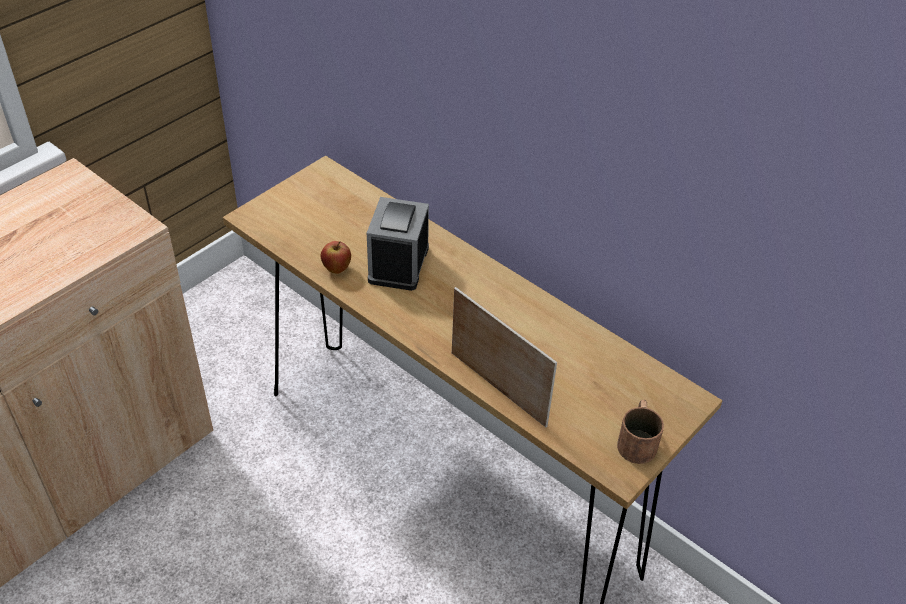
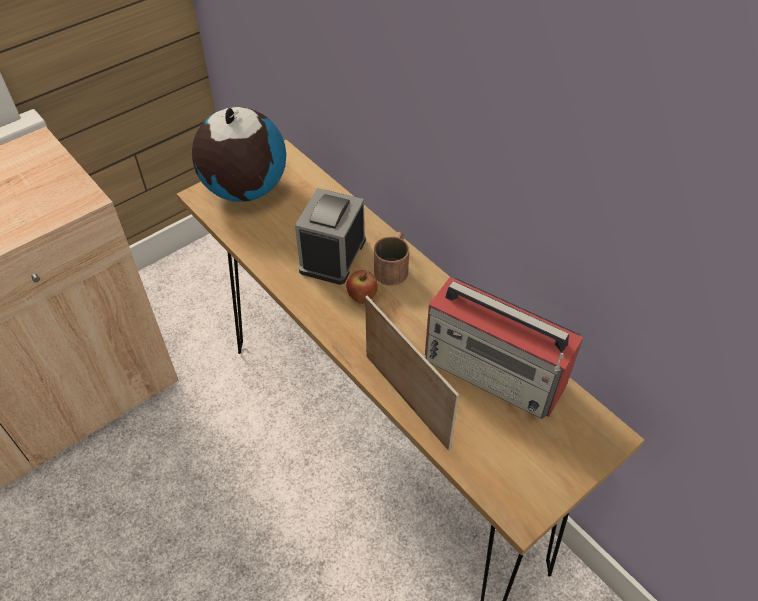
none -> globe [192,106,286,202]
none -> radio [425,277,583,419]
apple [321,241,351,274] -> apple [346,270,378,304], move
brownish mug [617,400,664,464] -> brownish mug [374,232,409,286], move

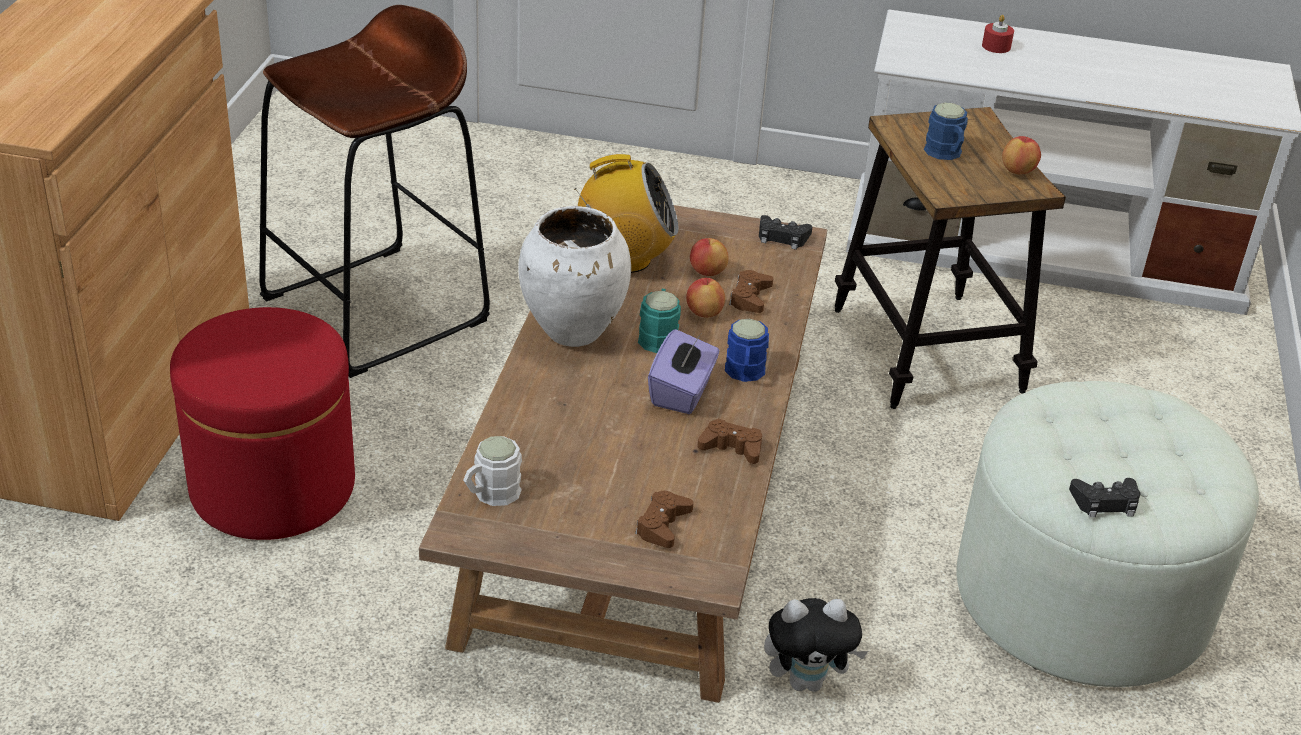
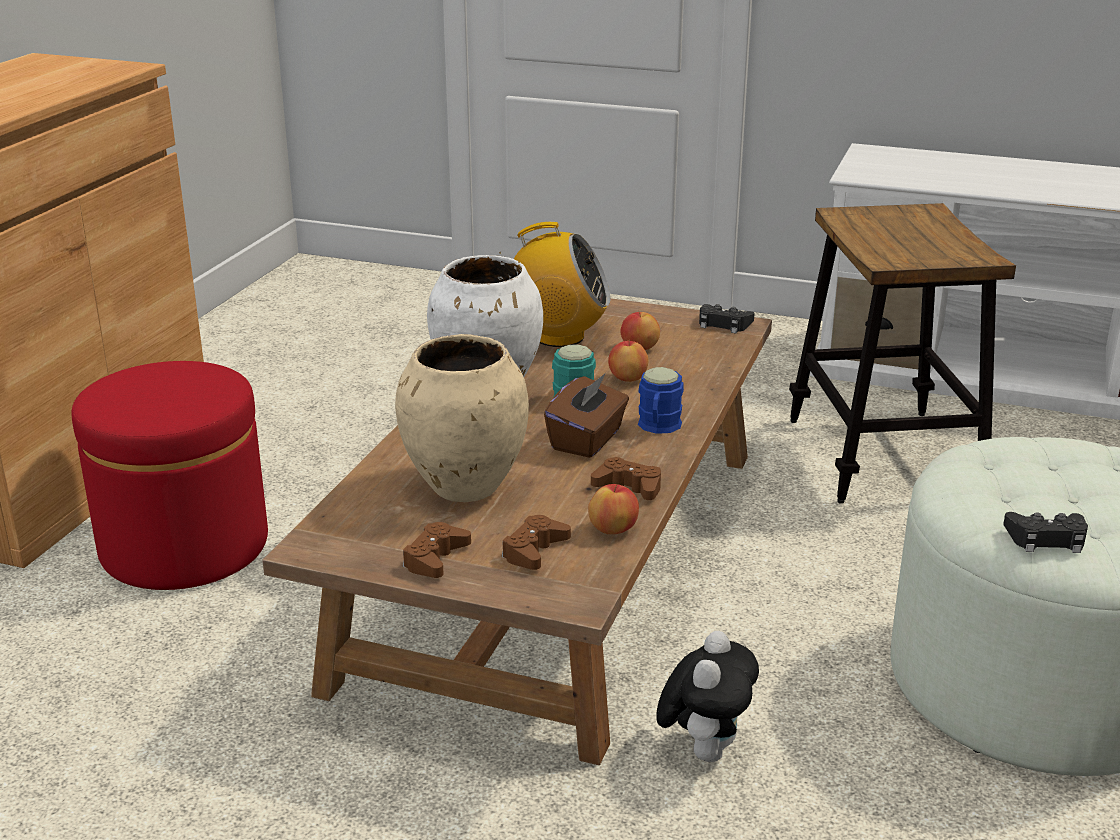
brownish sitting stool [259,5,490,378] -> none
white mug [463,436,522,506] -> none
blue-coloured mug [924,102,968,160] -> none
red-coloured wax light [982,15,1014,53] -> none
none -> sand-coloured flower vase [395,334,529,502]
brownish game controller [729,270,774,313] -> brownish game controller [403,522,471,578], move
apple [1002,136,1041,174] -> apple [588,484,639,534], move
purple-coloured tissue box [648,329,719,414] -> brownish tissue box [544,373,629,458]
soft toy [764,598,868,692] -> soft toy [656,631,759,762], 75 degrees counterclockwise

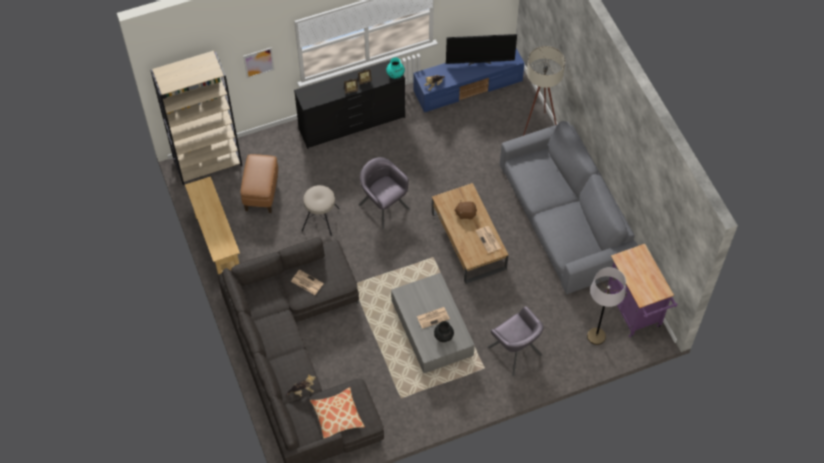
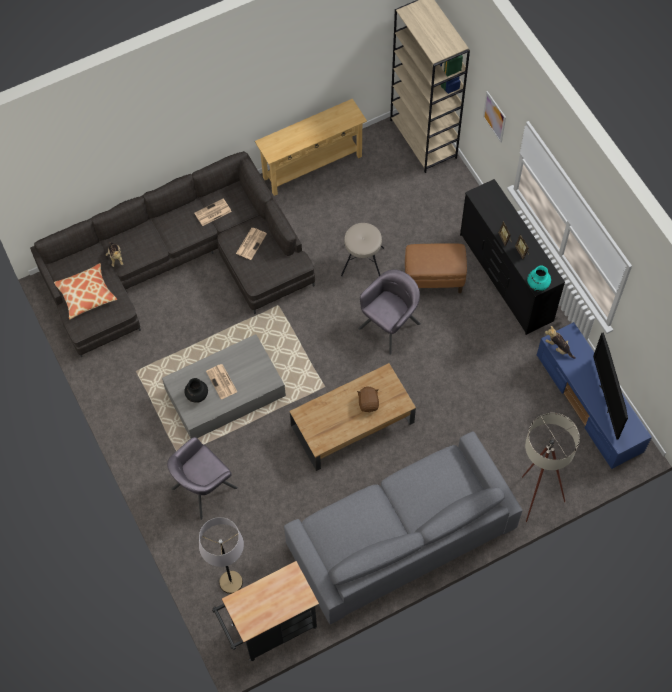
brownish ottoman [240,154,278,213] -> brownish ottoman [405,243,467,293], move
printed paper [476,226,501,253] -> printed paper [194,198,232,226], move
purple-coloured trolley [605,244,678,337] -> blackish trolley [212,561,319,661]

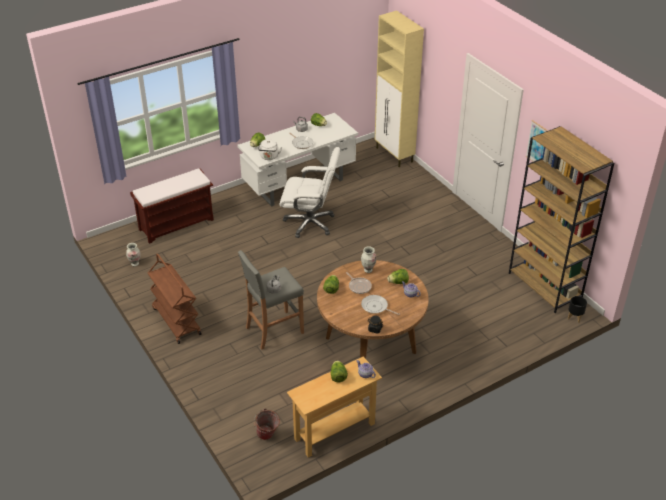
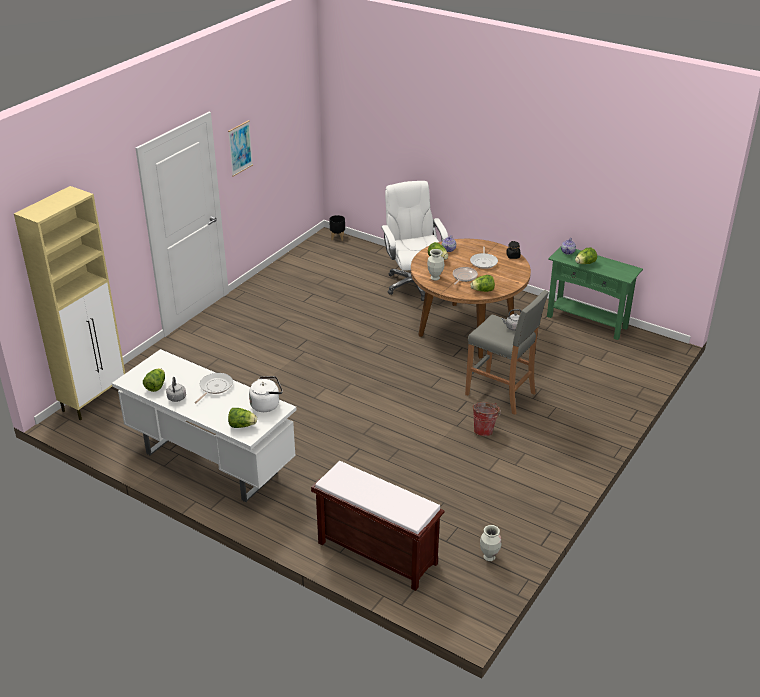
brownish trolley [148,254,201,344] -> none
brownish bookshelf [509,126,614,313] -> none
water bucket [254,409,280,440] -> water bucket [473,402,501,436], move
white desk chair [280,147,340,238] -> white desk chair [381,181,448,301], move
sand-coloured console table [287,356,382,458] -> green-coloured console table [547,246,643,340]

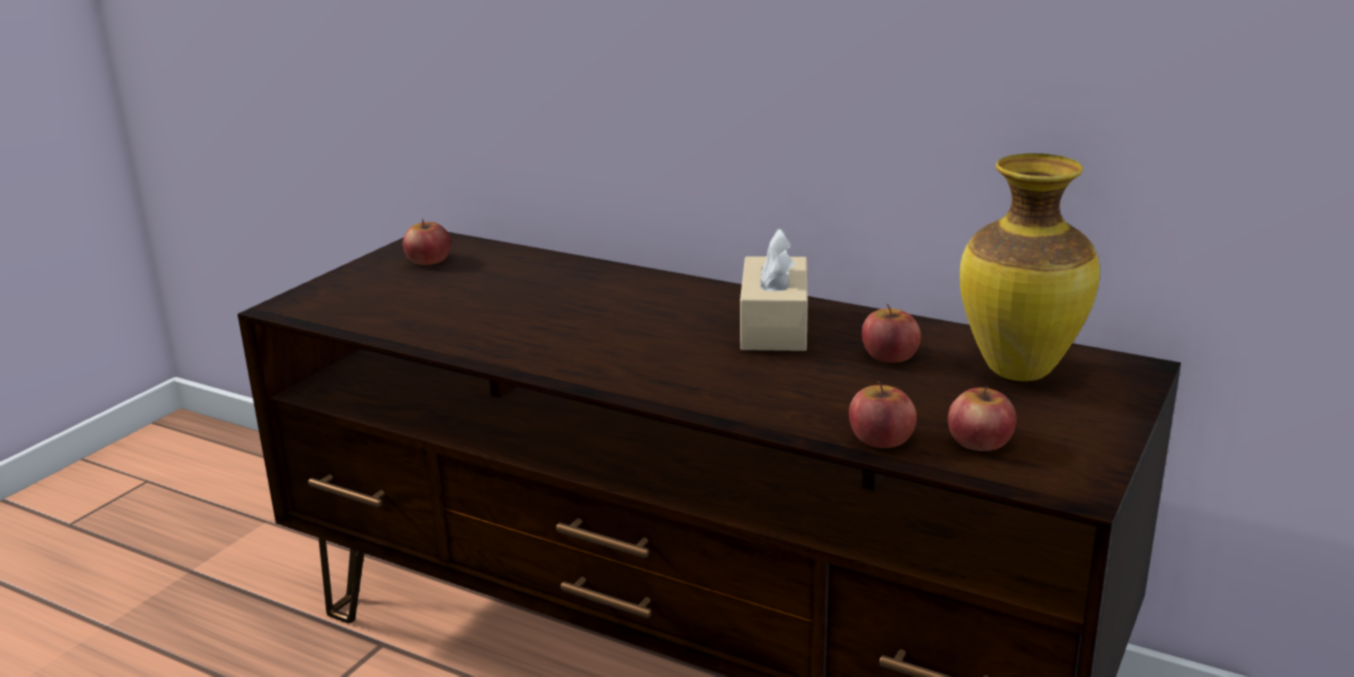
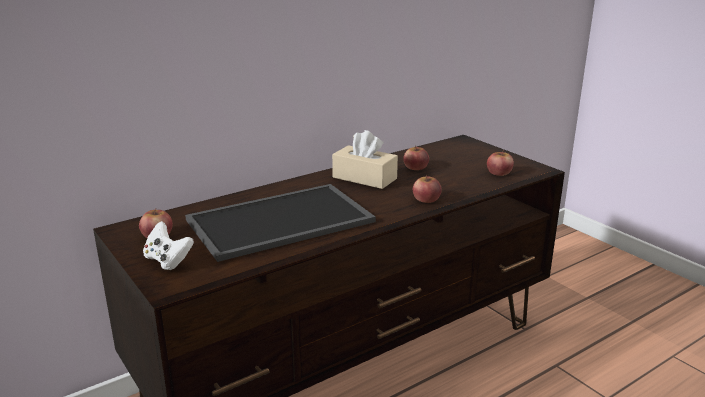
flower vase [960,153,1100,381] -> none
none -> white game controller [143,221,194,270]
none -> tray [185,184,376,262]
apple [849,381,917,448] -> apple [413,175,442,203], move

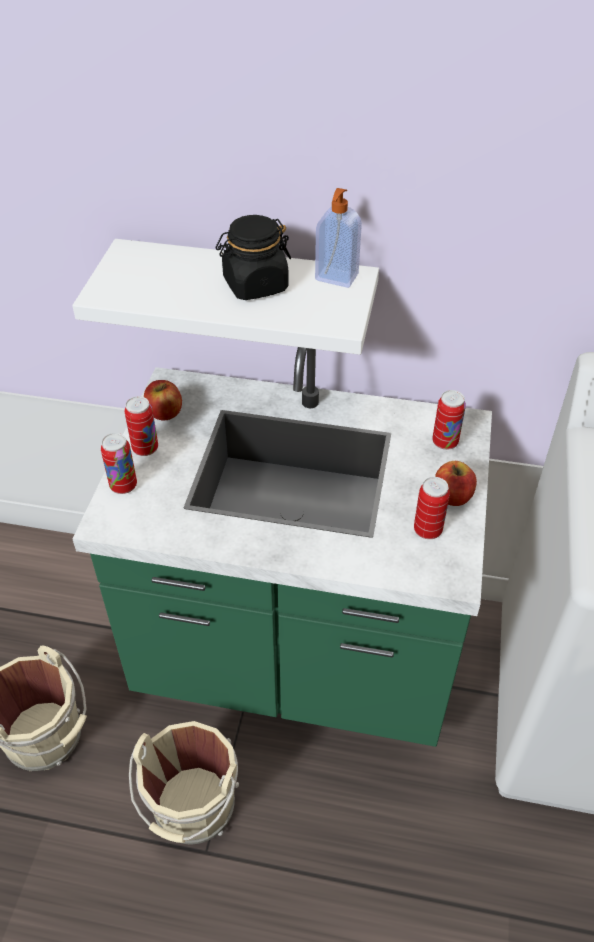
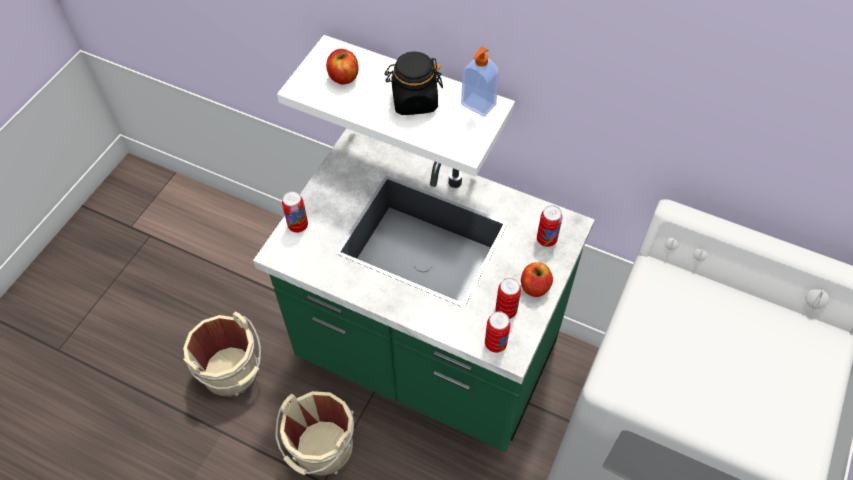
metal can [125,396,158,456] -> metal can [485,311,511,353], move
apple [144,380,182,421] -> apple [326,49,359,84], move

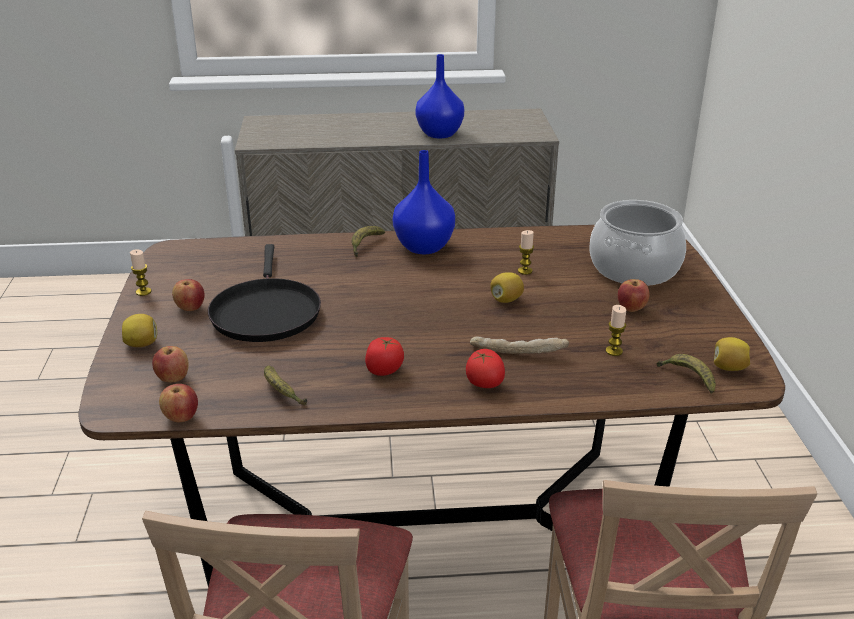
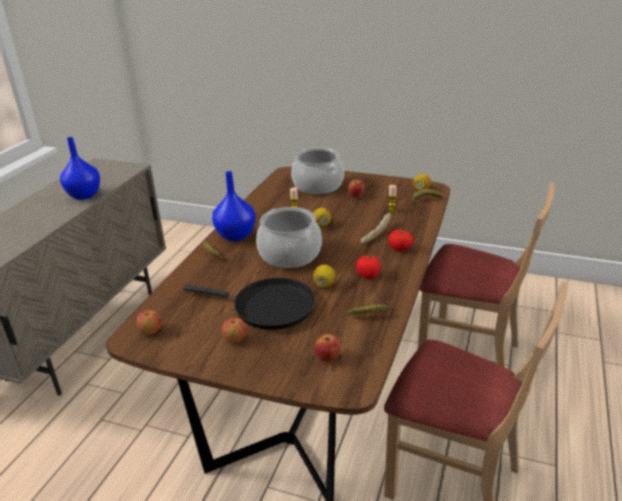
wax light [130,249,151,296] -> none
none -> cooking pot [256,207,322,268]
citrus fruit [122,314,157,347] -> citrus fruit [313,265,336,288], move
apple [159,384,198,422] -> apple [136,310,161,335], move

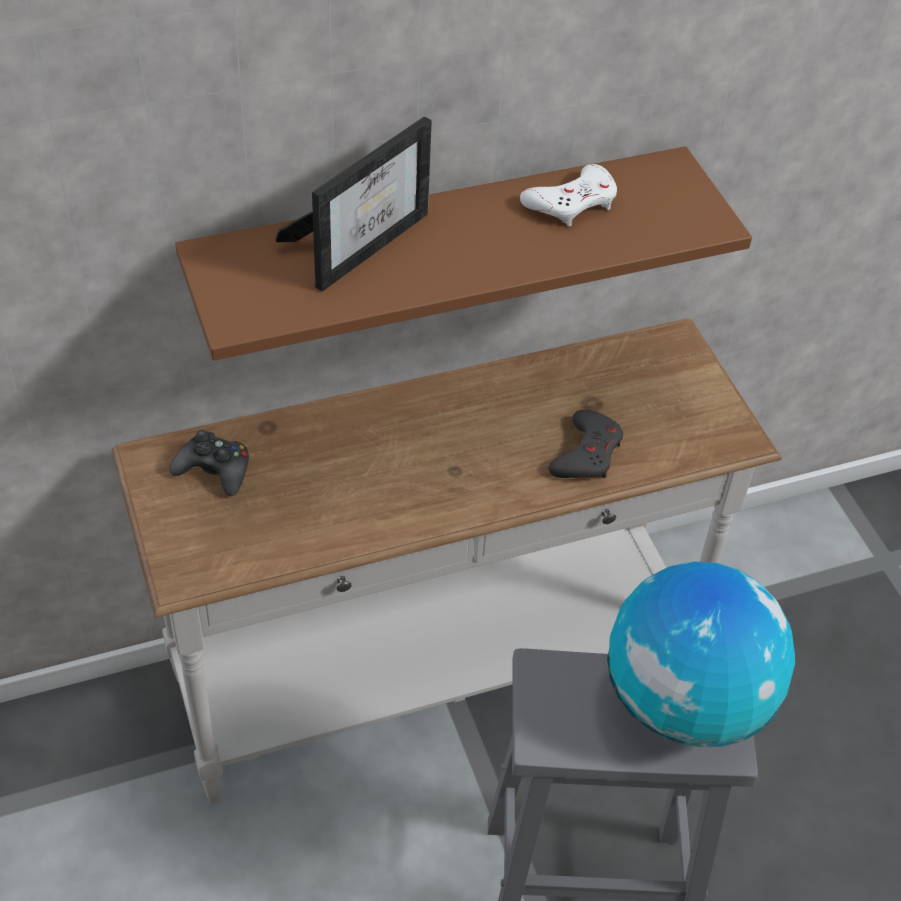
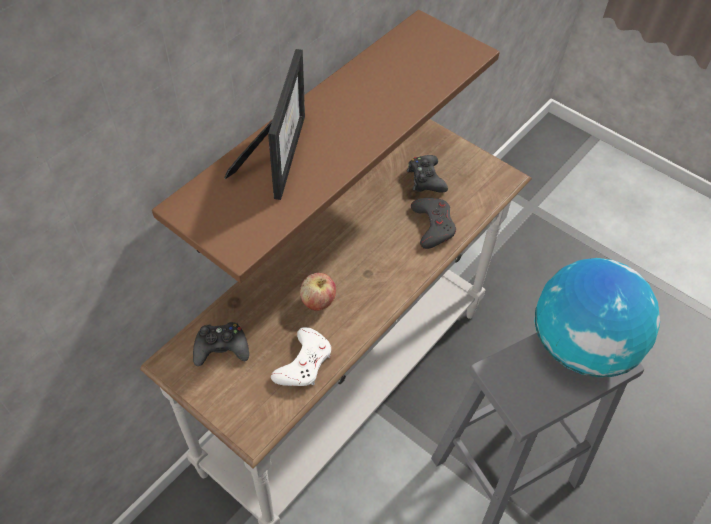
none -> apple [300,273,336,311]
none -> blackish game controller [407,155,448,192]
white game controller [520,164,617,226] -> white game controller [271,327,331,386], move

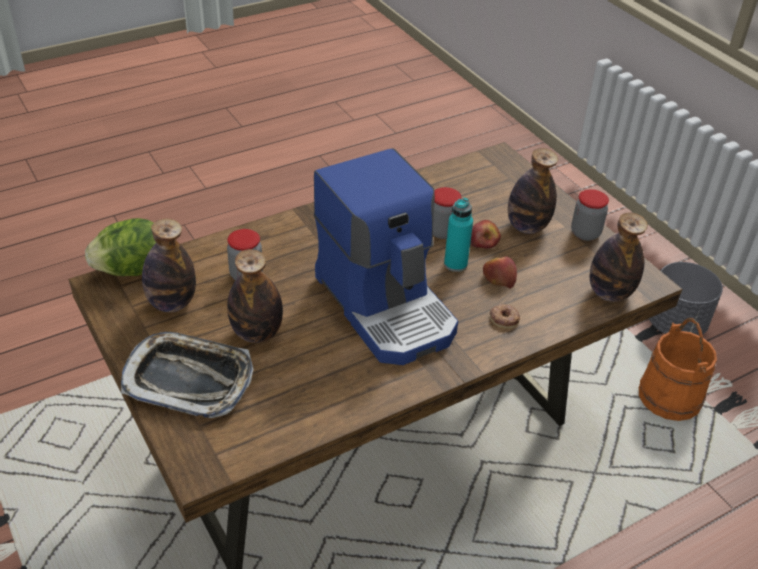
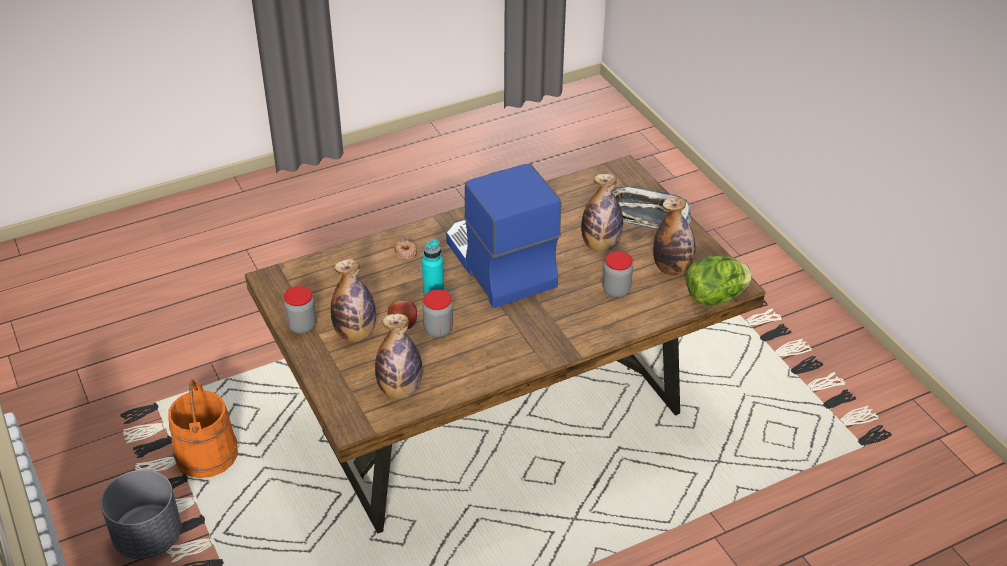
apple [483,256,517,289] -> none
drink bottle [590,212,648,302] -> drink bottle [375,314,422,399], move

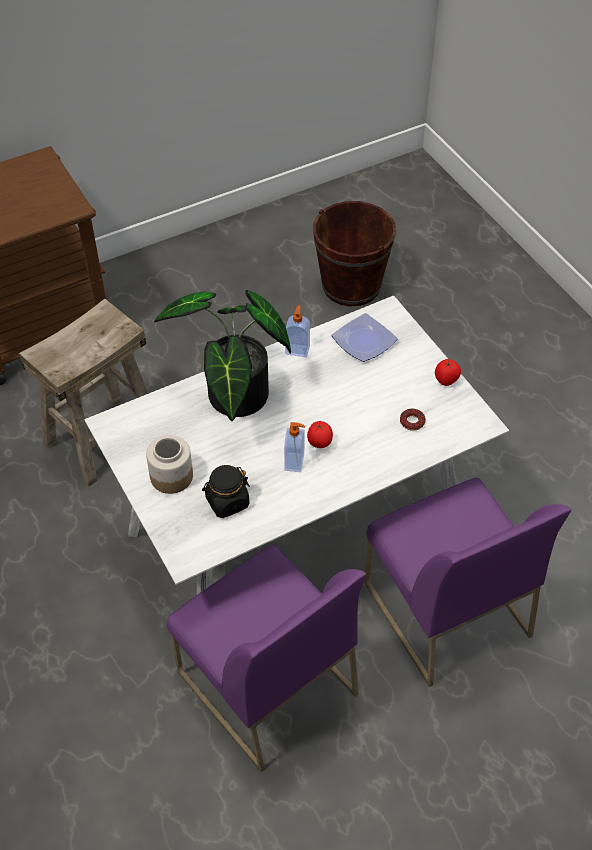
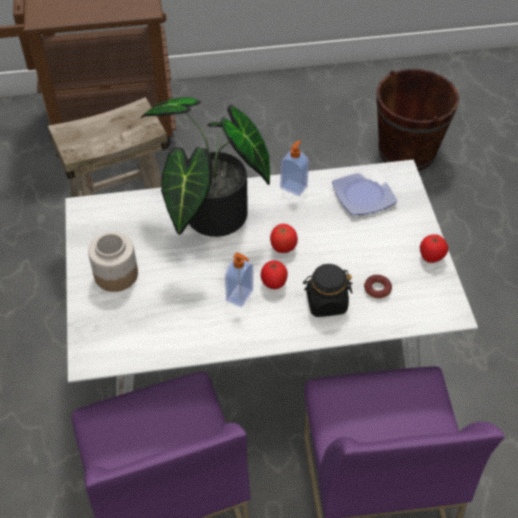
none -> tomato [270,224,298,253]
blackish jar [202,465,250,518] -> blackish jar [303,264,353,317], move

